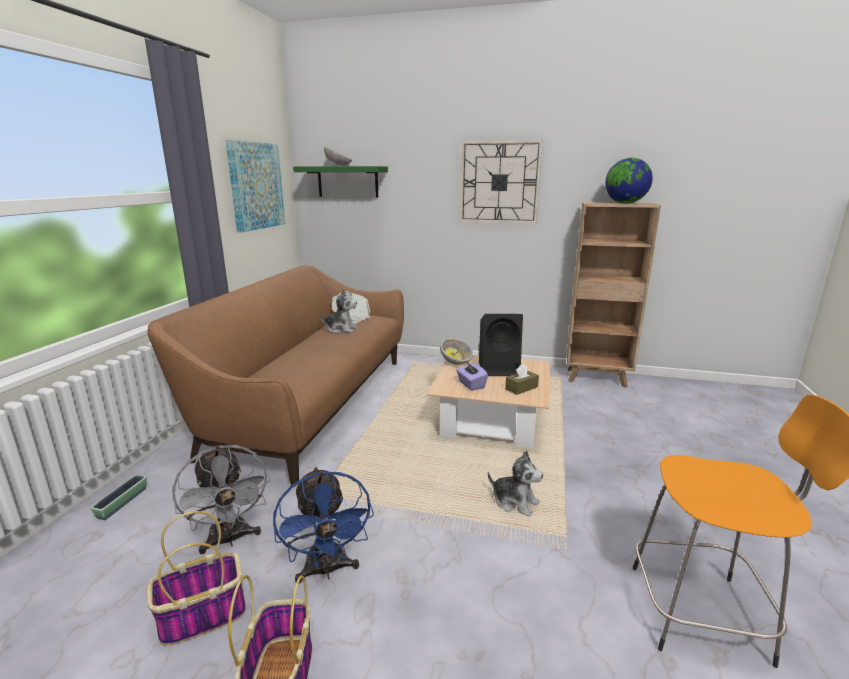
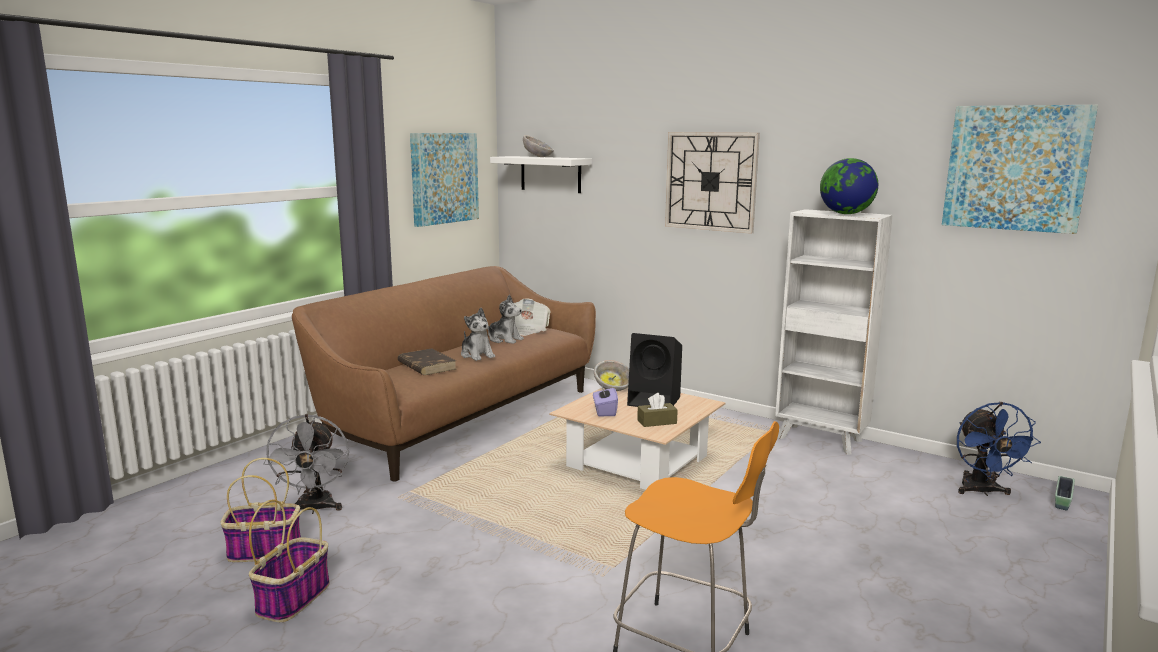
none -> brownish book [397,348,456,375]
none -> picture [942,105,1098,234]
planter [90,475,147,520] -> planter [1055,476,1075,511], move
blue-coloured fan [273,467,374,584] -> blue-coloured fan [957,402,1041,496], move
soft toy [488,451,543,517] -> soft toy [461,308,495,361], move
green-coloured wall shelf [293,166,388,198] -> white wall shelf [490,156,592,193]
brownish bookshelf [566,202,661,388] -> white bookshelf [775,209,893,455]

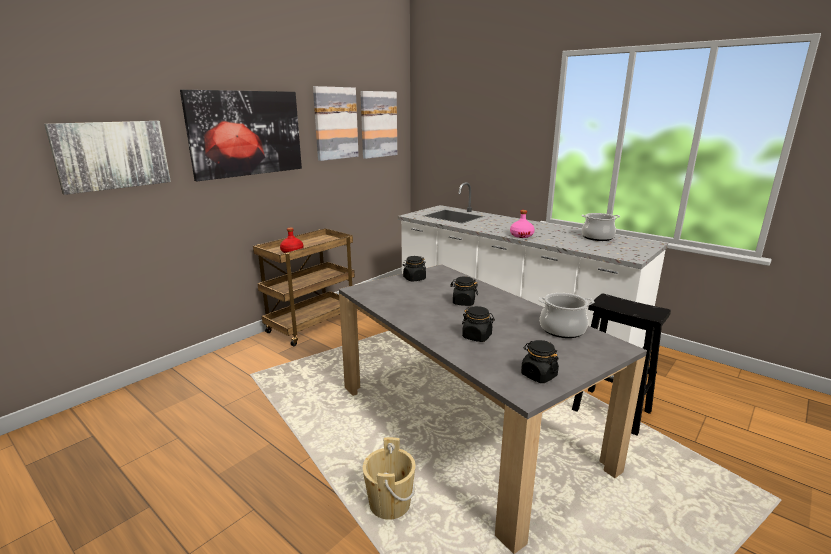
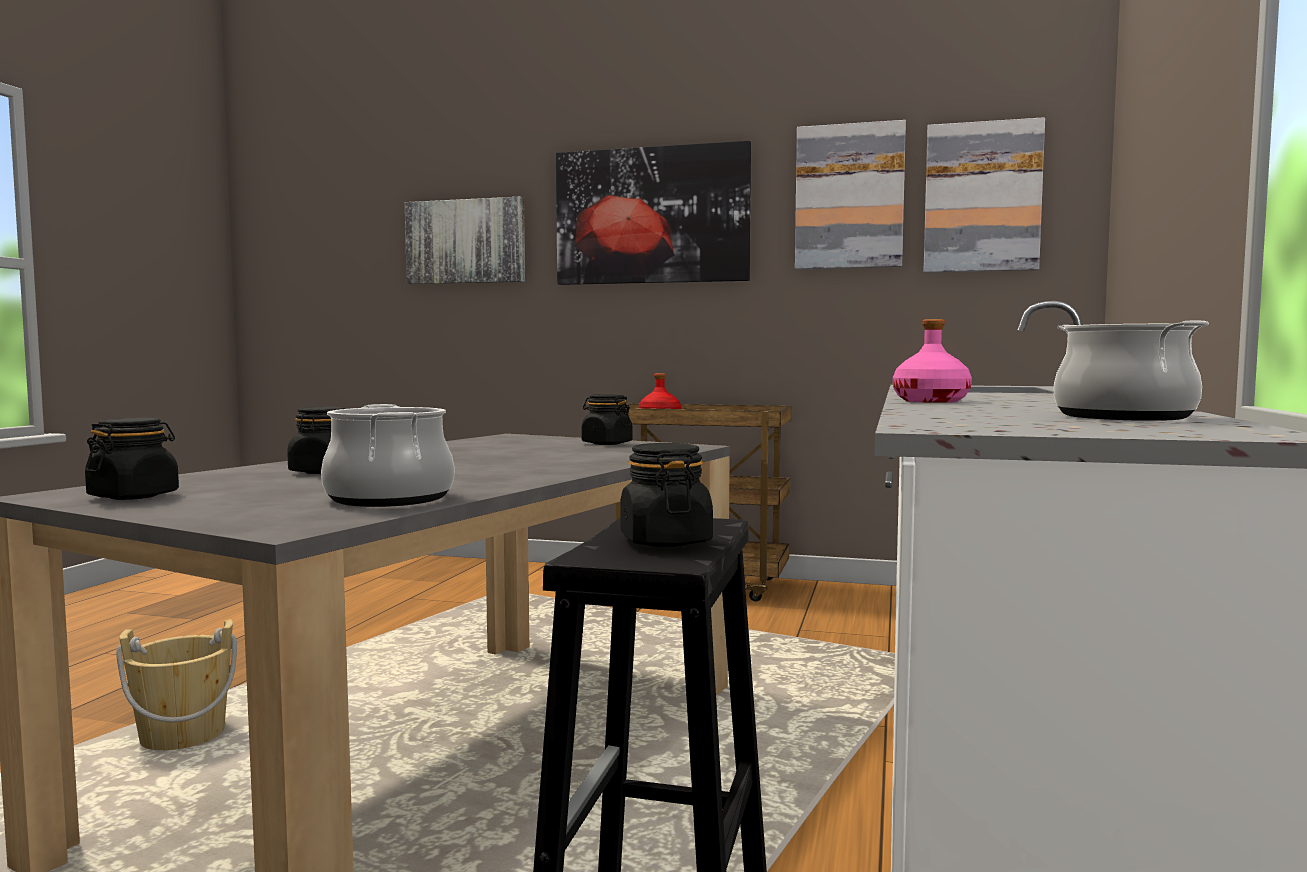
blackish jar [450,276,478,306] -> blackish jar [620,443,713,547], move

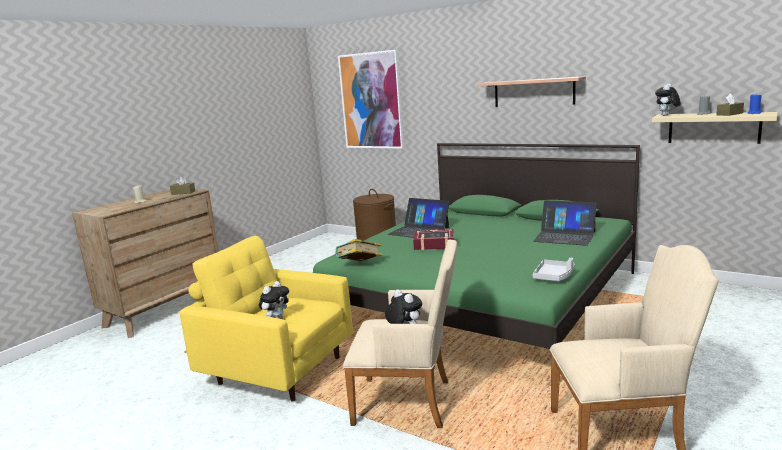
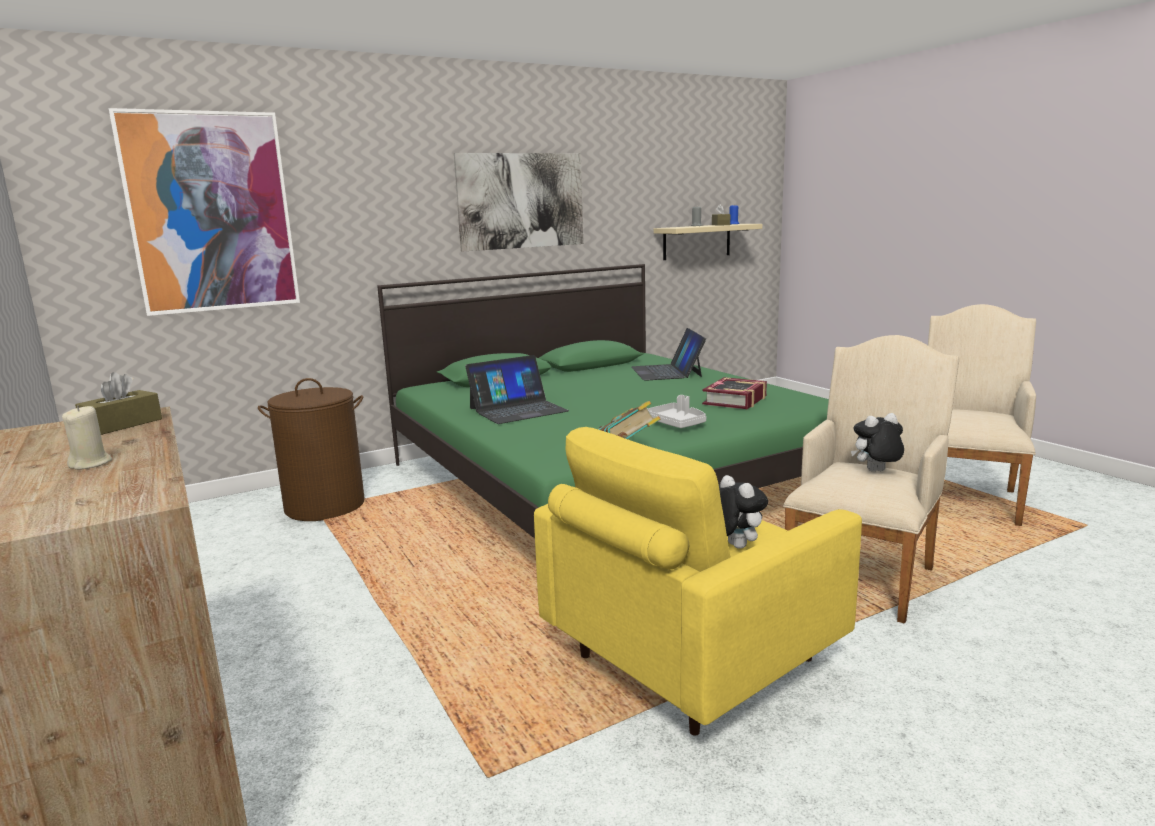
soft toy [655,84,680,116] -> none
book [413,229,454,250] -> book [702,377,767,409], move
gray tray [533,258,575,281] -> gray tray [647,395,706,428], move
wall shelf [477,76,586,107] -> picture [454,153,583,252]
notebook computer [533,200,596,246] -> notebook computer [631,328,706,381], 120 degrees clockwise

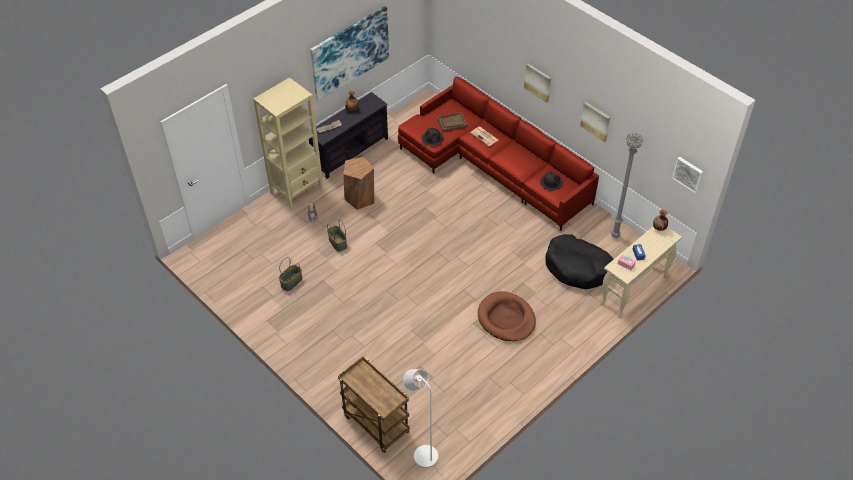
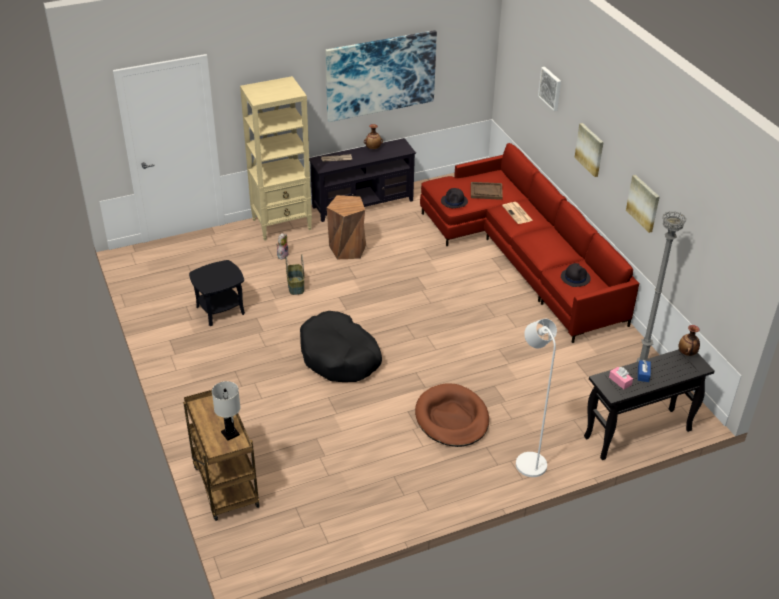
none -> white lamp for a table [212,381,241,441]
white standard lamp [403,369,438,468] -> white standard lamp [516,319,557,477], move
blackish dog cushion [545,234,614,289] -> blackish dog cushion [300,311,382,382], move
picture [672,157,703,193] -> picture [538,67,561,111], move
basket [279,257,302,291] -> blackish accent table [189,260,245,326]
sand-coloured console table [601,227,682,318] -> blackish console table [584,349,715,460]

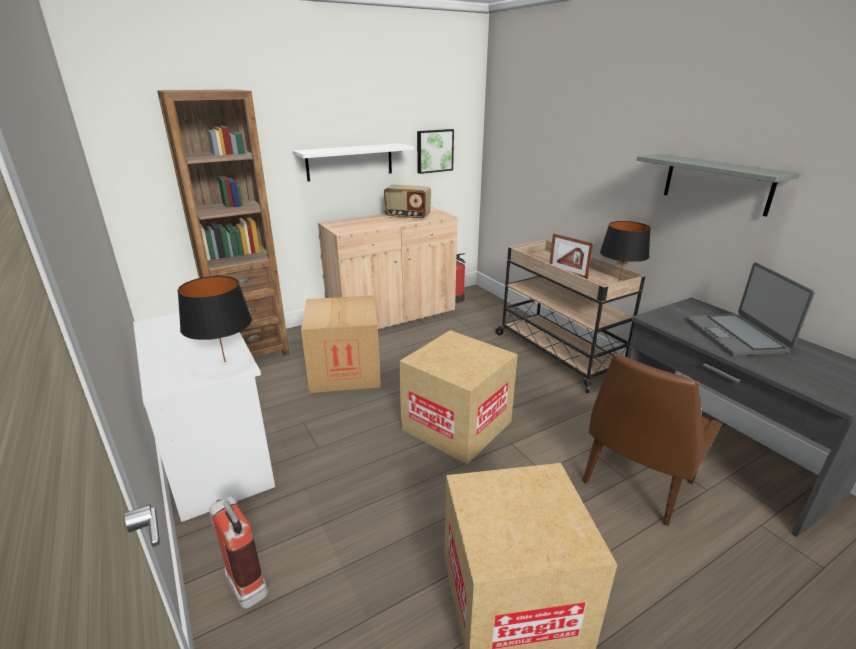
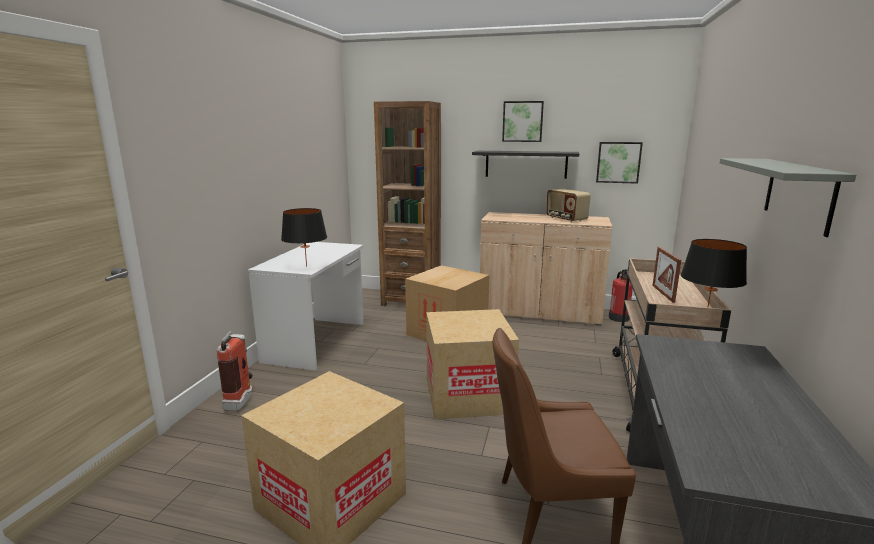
notebook computer [686,262,815,356] -> none
none -> picture [502,101,544,142]
white wall shelf [293,143,414,182] -> blackish wall shelf [472,151,579,179]

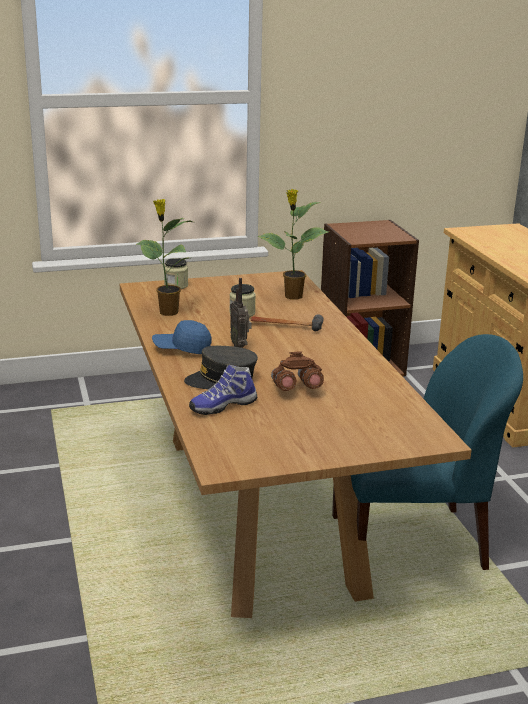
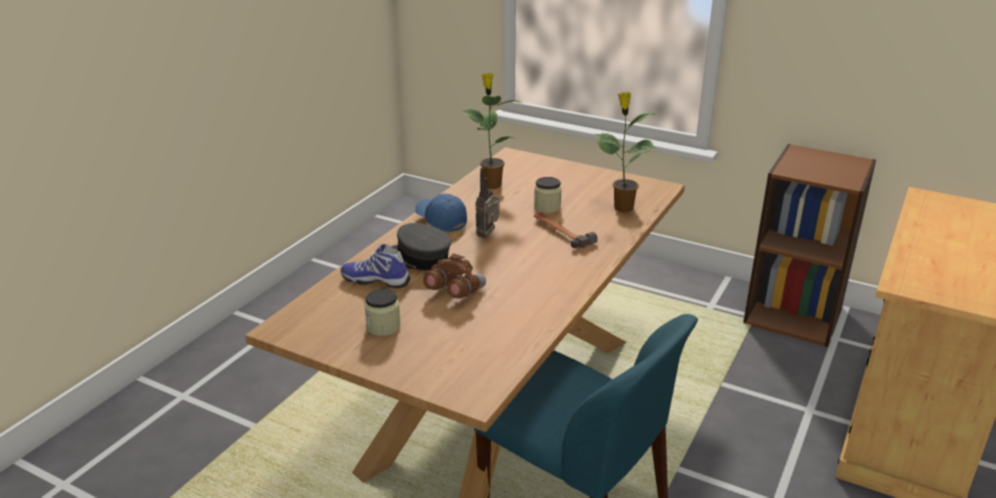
jar [164,258,188,289] -> jar [364,289,401,336], move

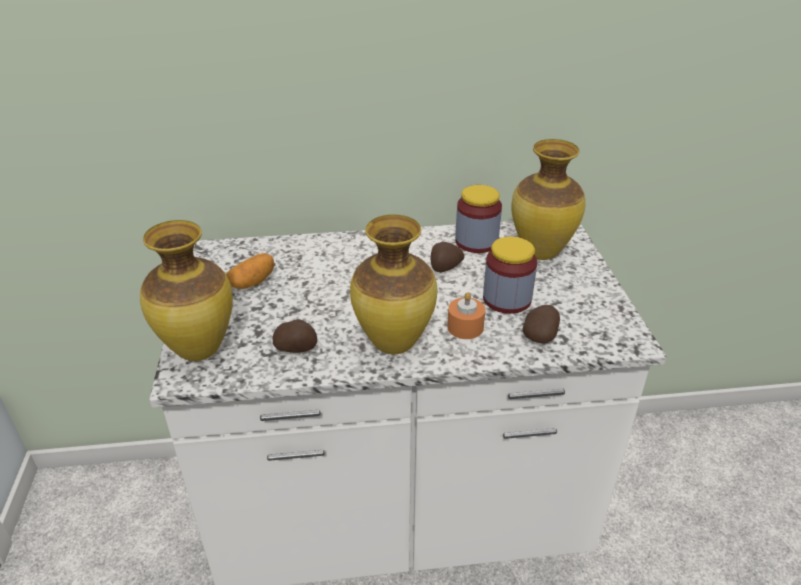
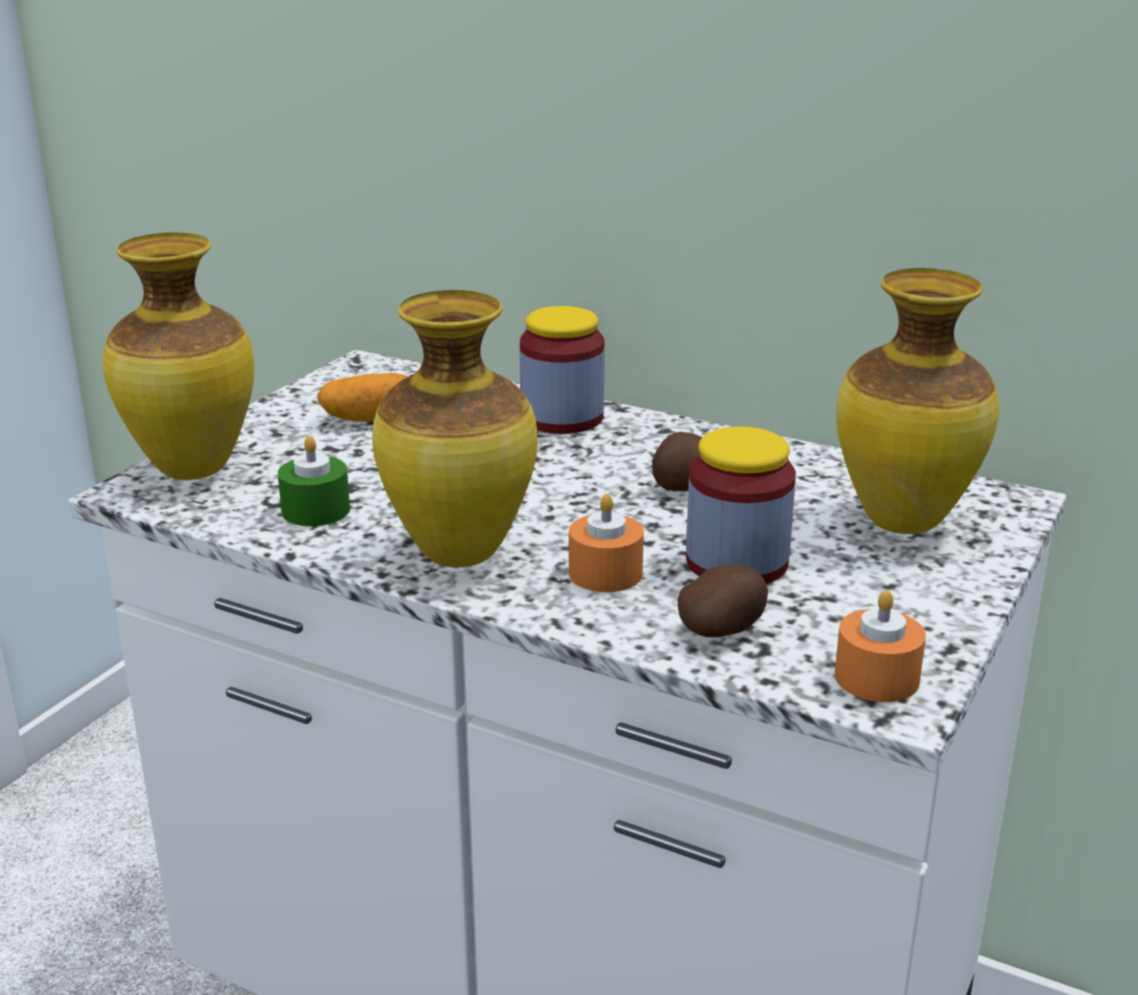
none -> orangey wax light [835,590,926,702]
jar [455,185,502,253] -> jar [519,306,605,434], move
whole potato [272,319,317,353] -> green-coloured wax light [278,436,350,526]

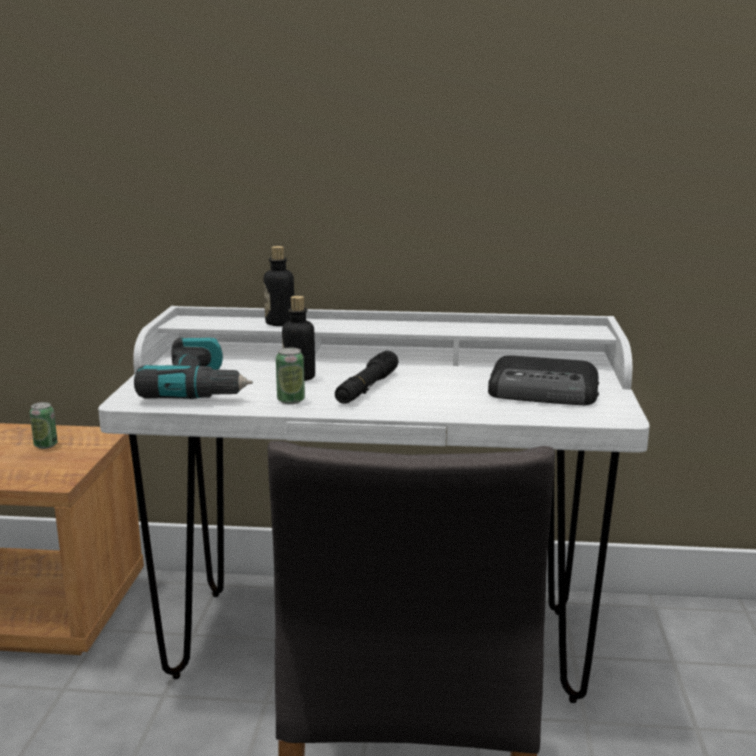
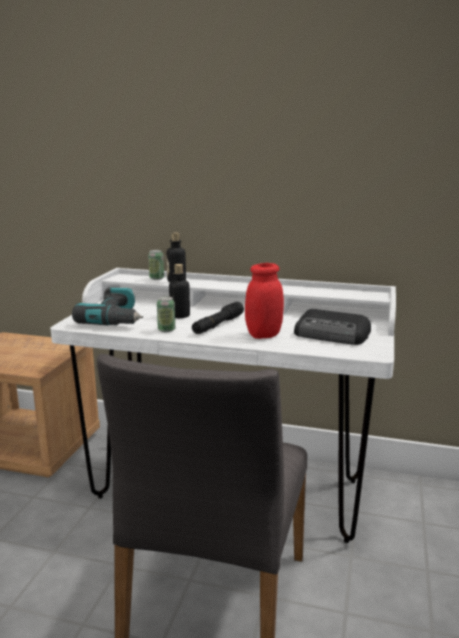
none -> red-coloured jar [245,263,284,339]
metal can [29,402,58,449] -> metal can [148,250,164,280], move

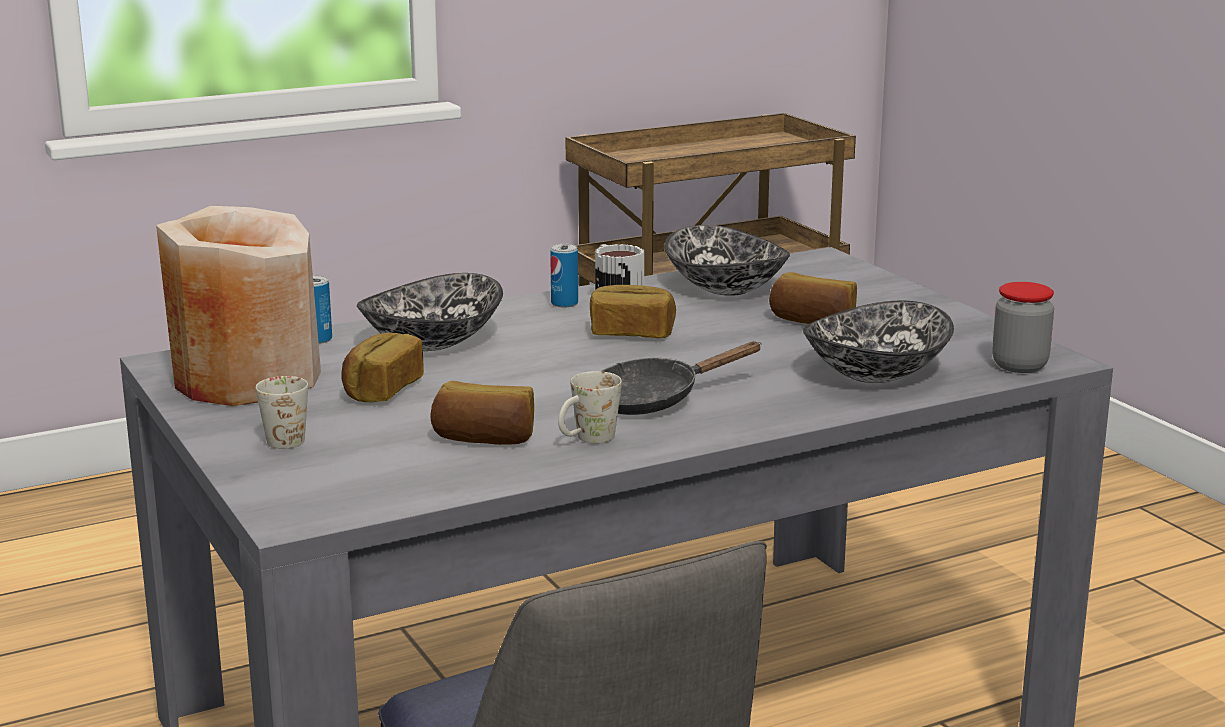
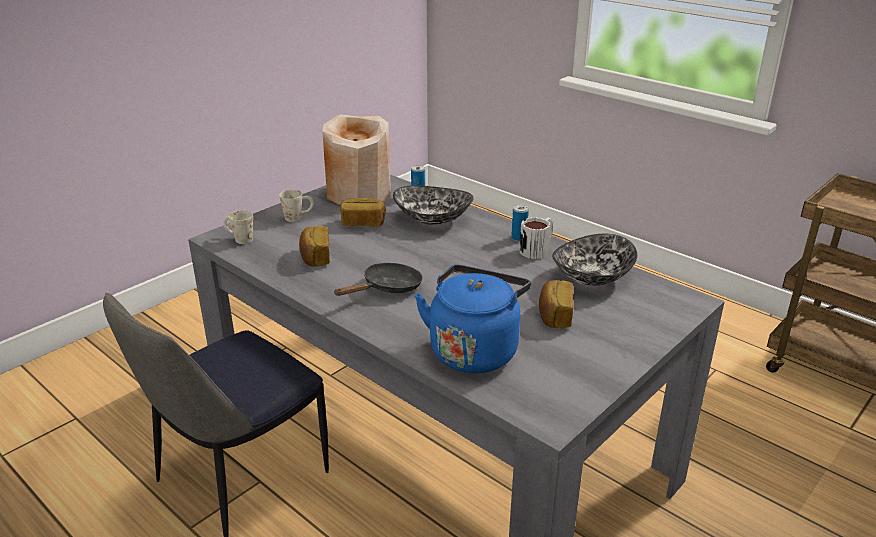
bakery bread [590,285,676,338] -> none
jar [992,282,1054,373] -> none
white mug [558,371,622,444] -> white mug [223,210,253,244], move
serving bowl [803,301,954,383] -> blue-coloured kettle [415,265,531,373]
blackish frying pan [602,341,762,415] -> blackish frying pan [334,263,423,296], 90 degrees clockwise

